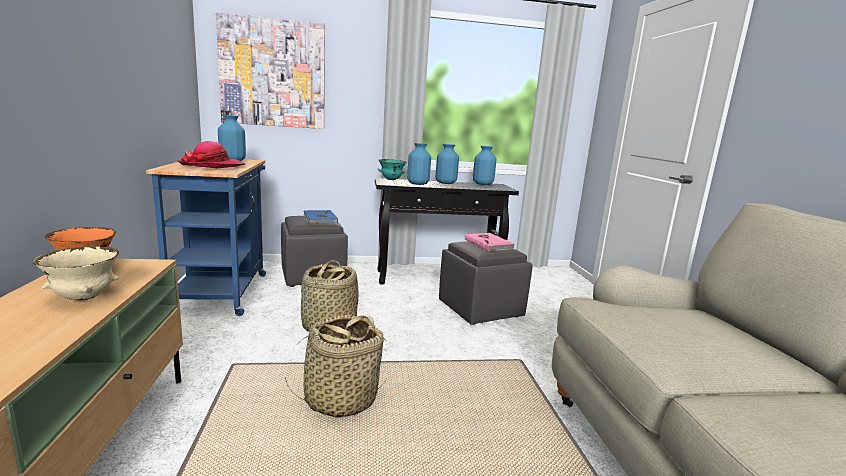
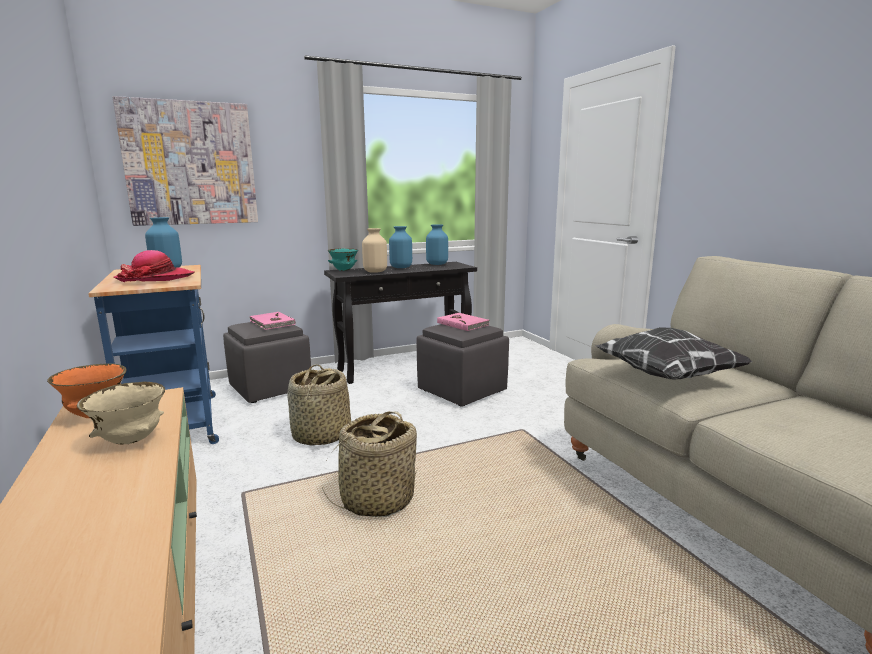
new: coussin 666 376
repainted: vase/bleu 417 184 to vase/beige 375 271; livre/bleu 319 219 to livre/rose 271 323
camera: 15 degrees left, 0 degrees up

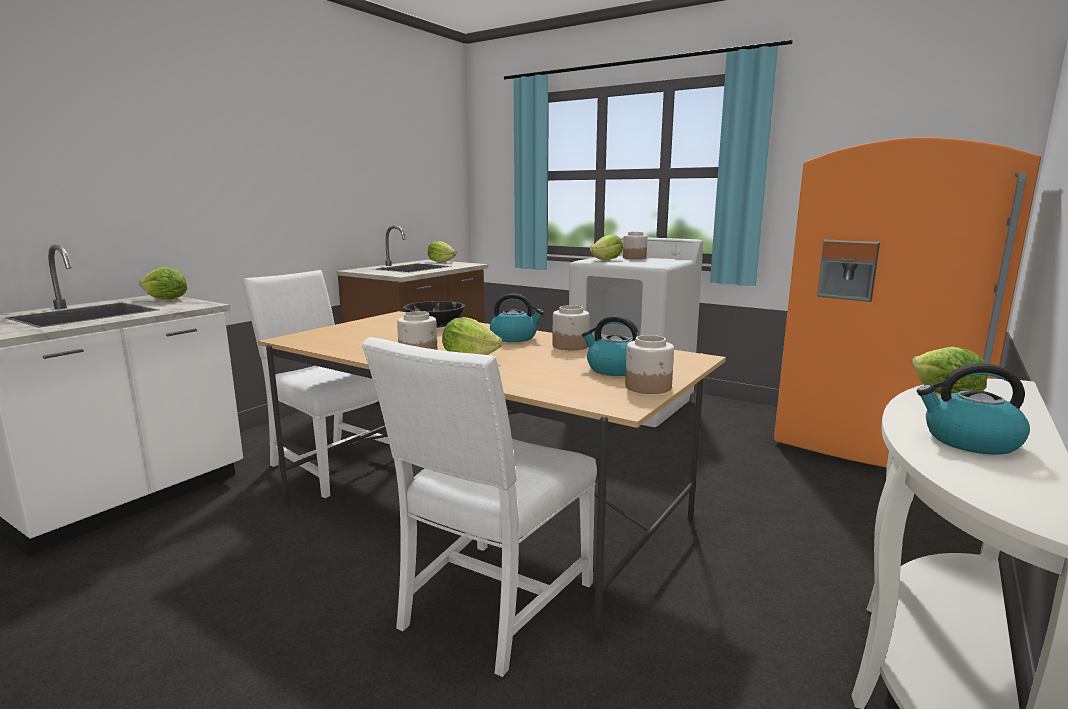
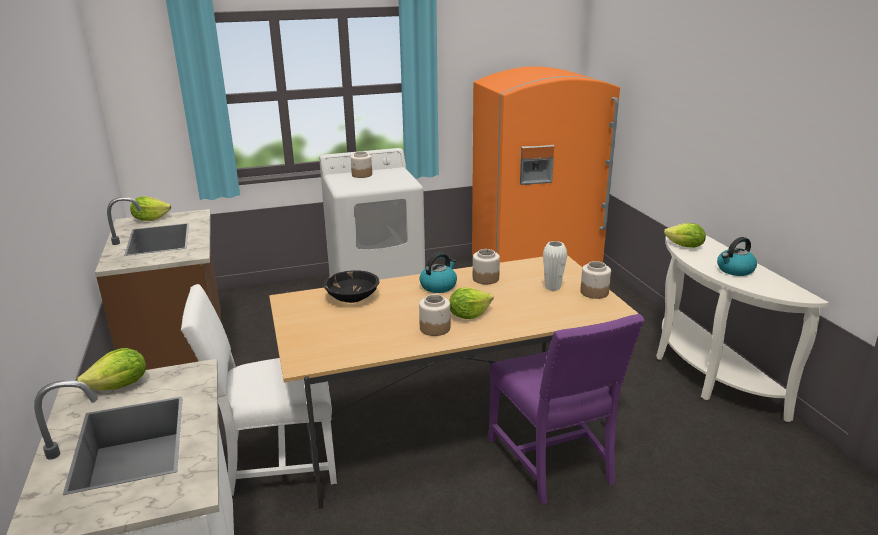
gone: laitue 607 260
swapped: bouilloire 613 369 to vase/blanc 552 287
repainted: chaise/blanc 491 606 to chaise/violet 554 461
camera: 50 degrees left, 10 degrees up

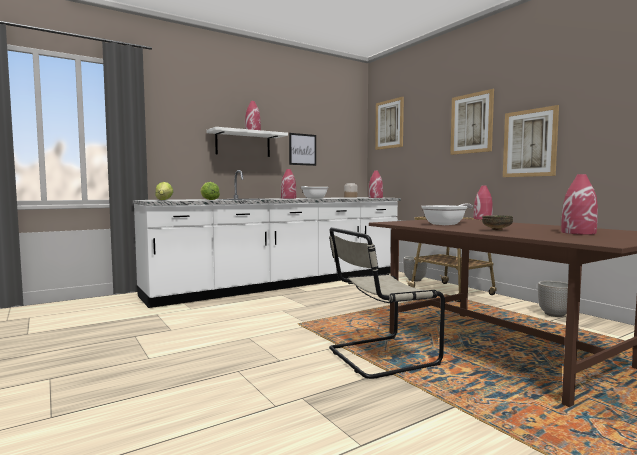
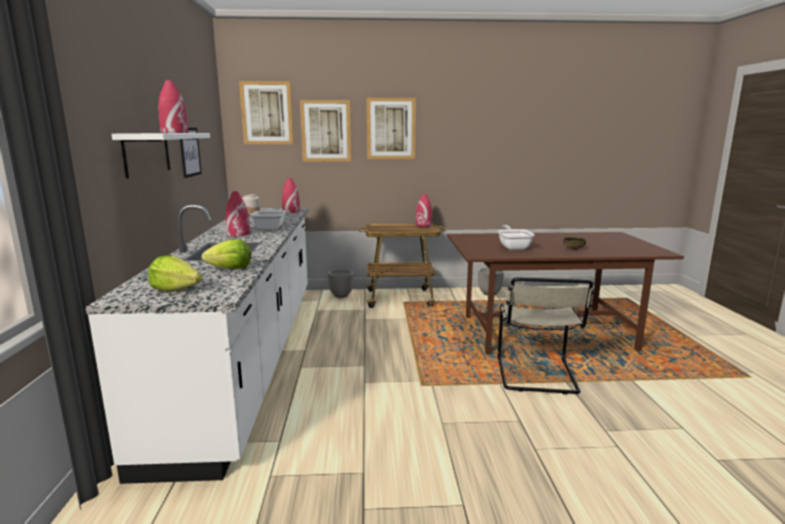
gone: vase/rouge 578 232
shifted: tableau 529 143 to 326 131
camera: 60 degrees left, 10 degrees up

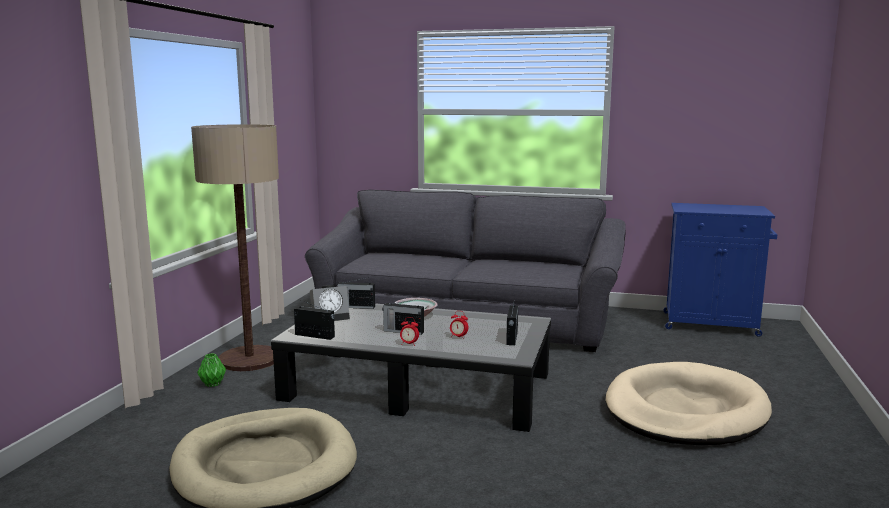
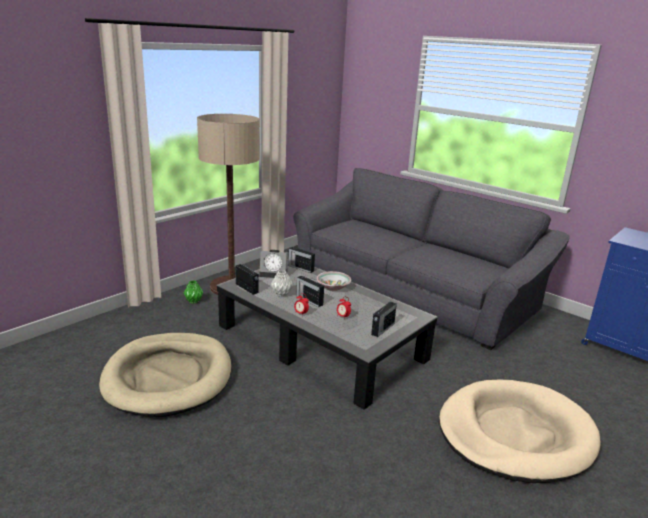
new: vase/gris 281 294
camera: 25 degrees right, 10 degrees up

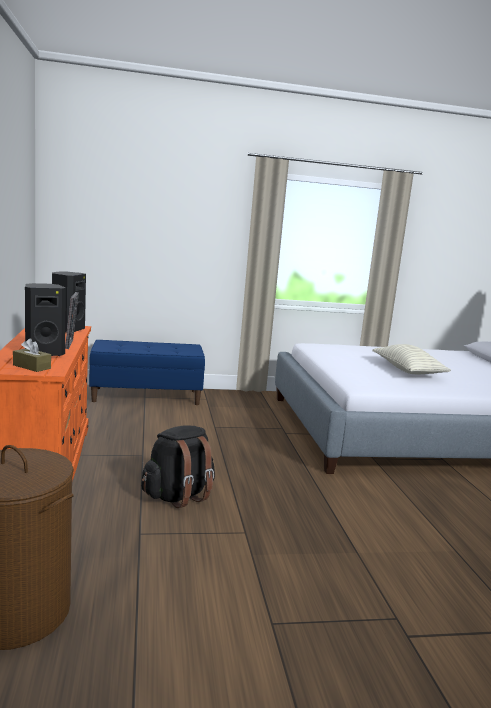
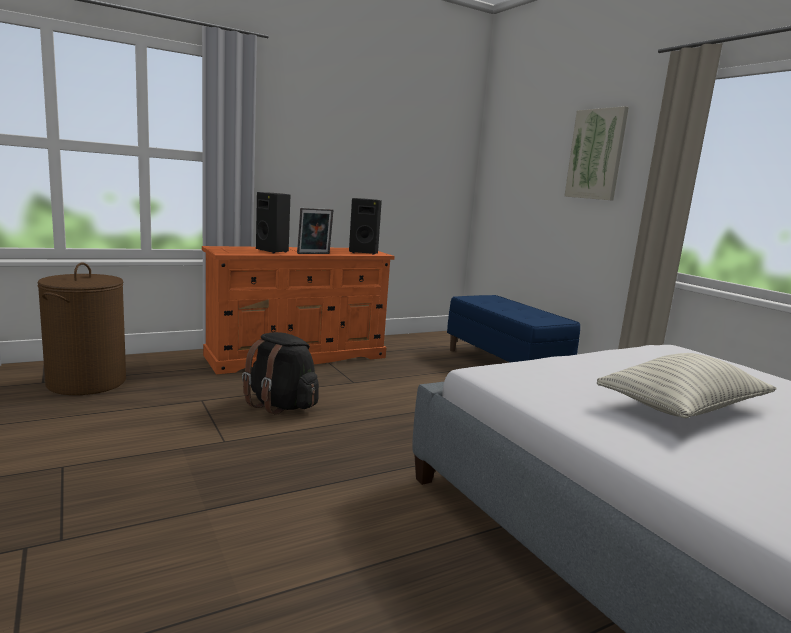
gone: boîte à mouchoirs/marron 32 367
new: tableau 596 154
camera: 70 degrees right, 0 degrees up

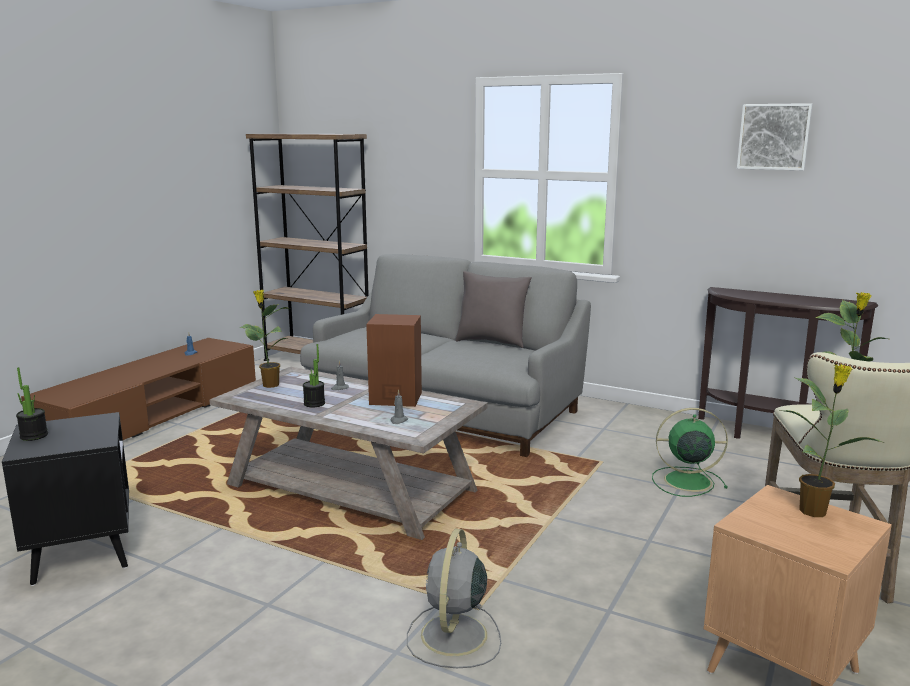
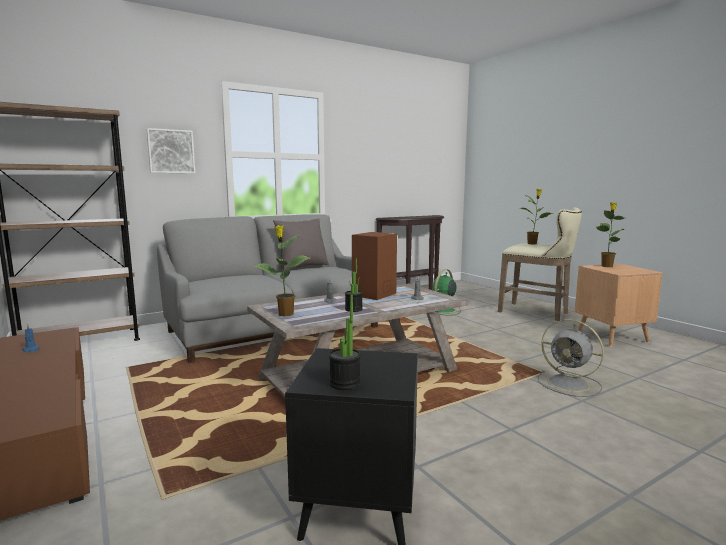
shifted: tableau 774 136 to 171 151
camera: 60 degrees left, 5 degrees down

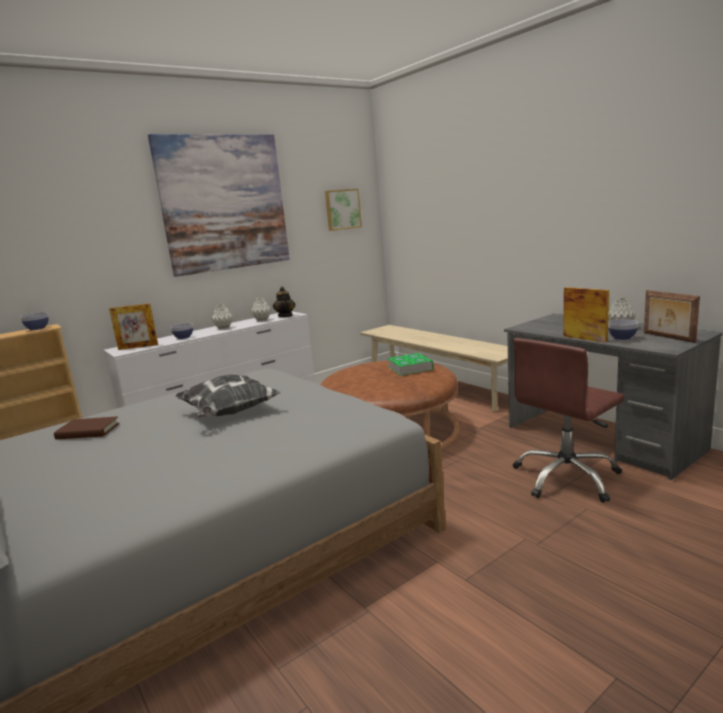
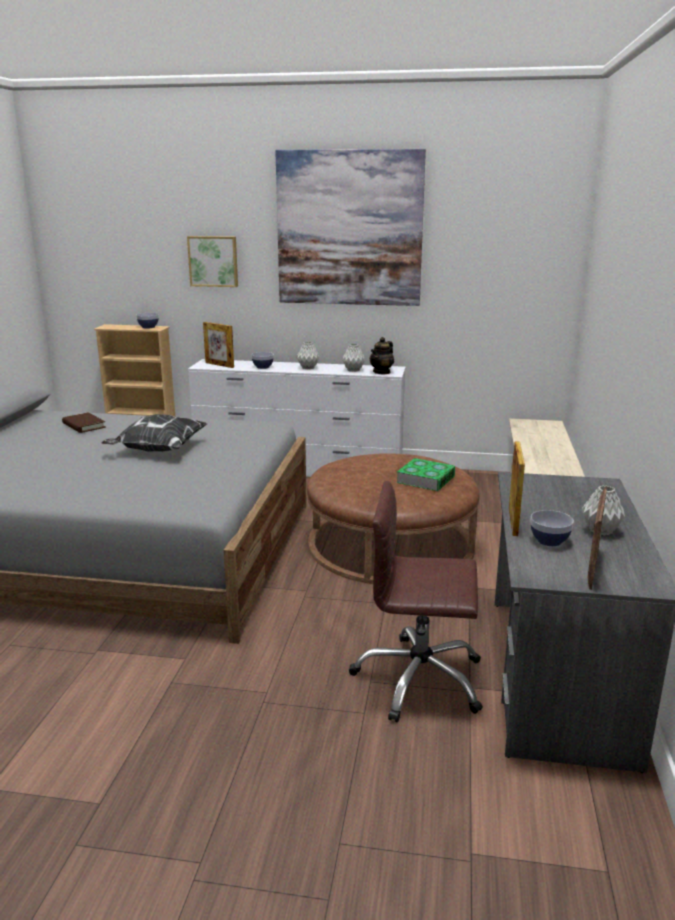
shifted: tableau 342 209 to 213 261
camera: 45 degrees right, 5 degrees up

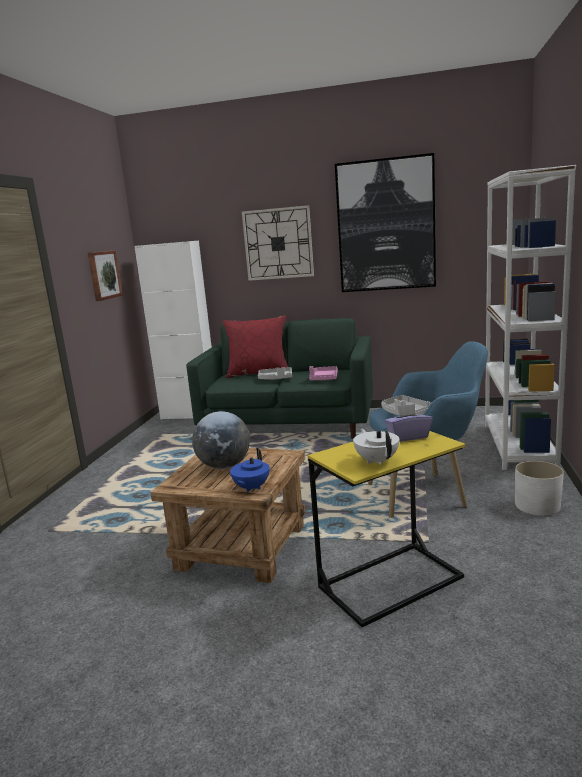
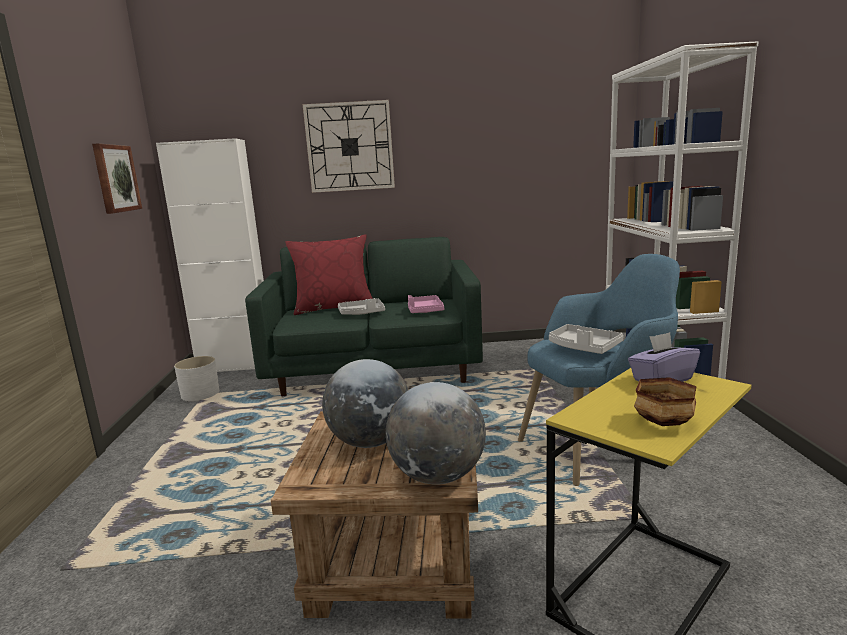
gone: tableau 386 225
shifted: cache-pot/blanc 537 505 to 200 394
swapped: théière/blanc 377 461 to bol 664 421; théière/bleu 251 488 to globe 437 476
camera: 15 degrees left, 0 degrees up

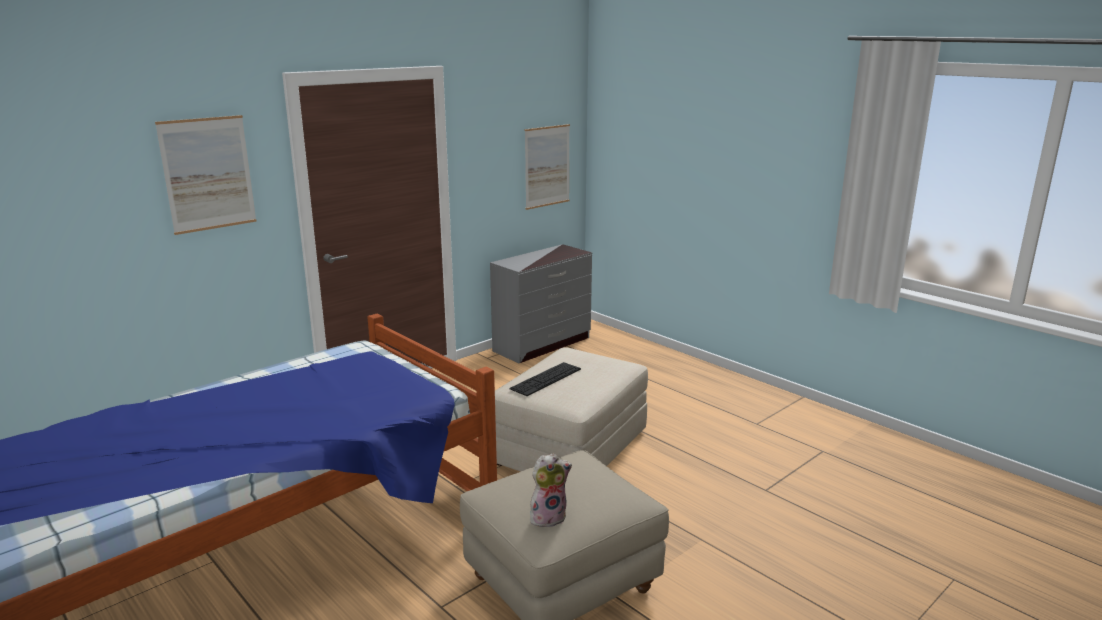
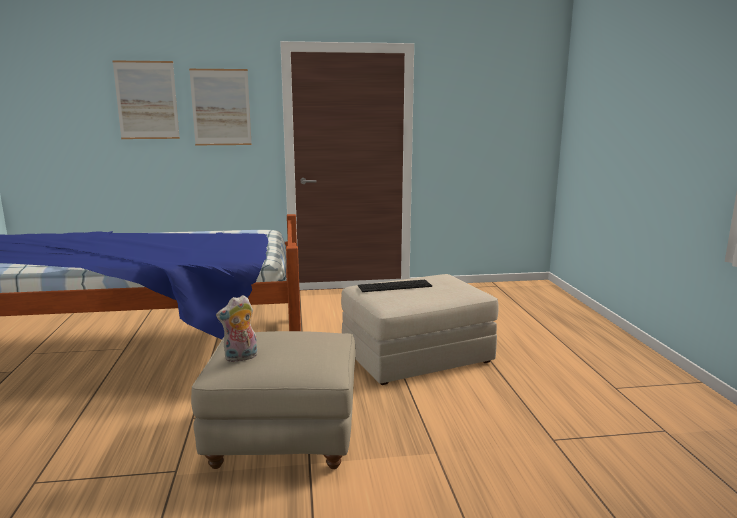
gone: commode/gris 543 344
shifted: tableau 547 166 to 147 100
rotated: peluche 548 517 = 241 358 135 degrees clockwise
camera: 35 degrees right, 5 degrees down

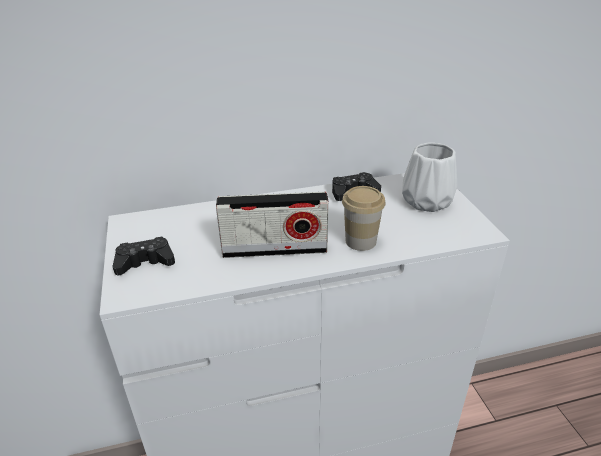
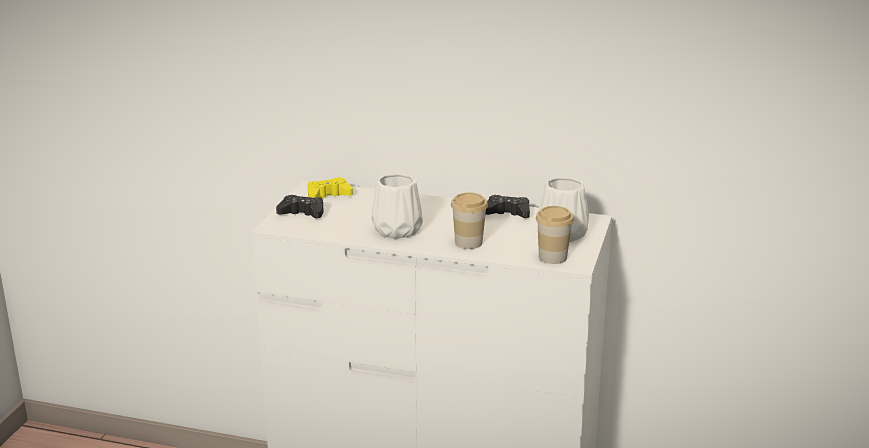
new: manette/jaune 328 195; tasse 552 257
swapped: radio 275 249 to vase/blanc 398 230
camera: 30 degrees right, 10 degrees down

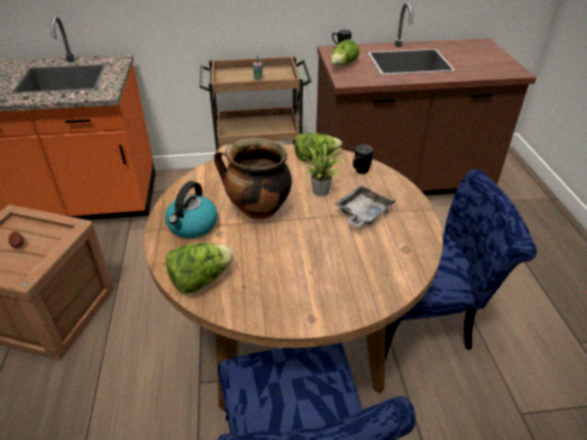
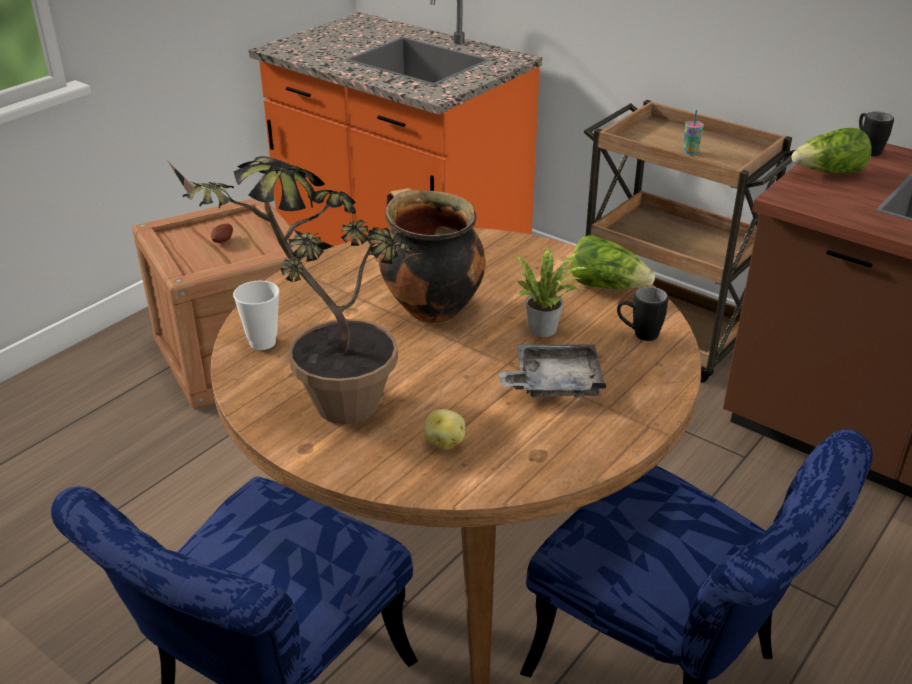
gone: bouilloire 192 226
new: plante en pot 323 404; pomme de terre 444 442
swapped: laitue 200 280 to tasse 262 342
camera: 45 degrees right, 5 degrees down

